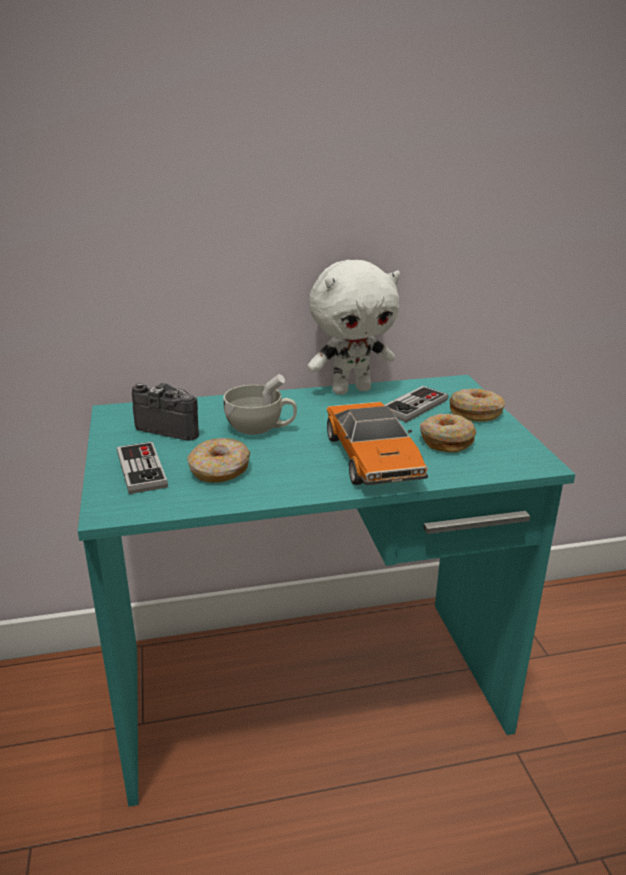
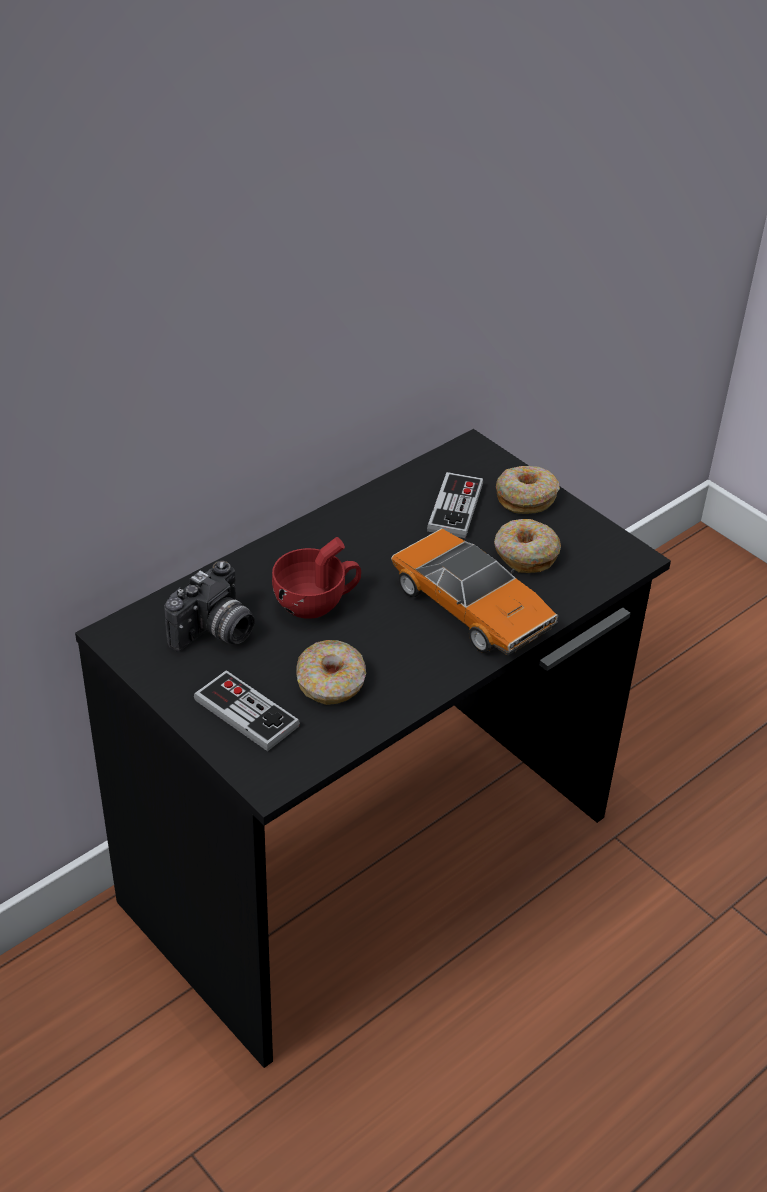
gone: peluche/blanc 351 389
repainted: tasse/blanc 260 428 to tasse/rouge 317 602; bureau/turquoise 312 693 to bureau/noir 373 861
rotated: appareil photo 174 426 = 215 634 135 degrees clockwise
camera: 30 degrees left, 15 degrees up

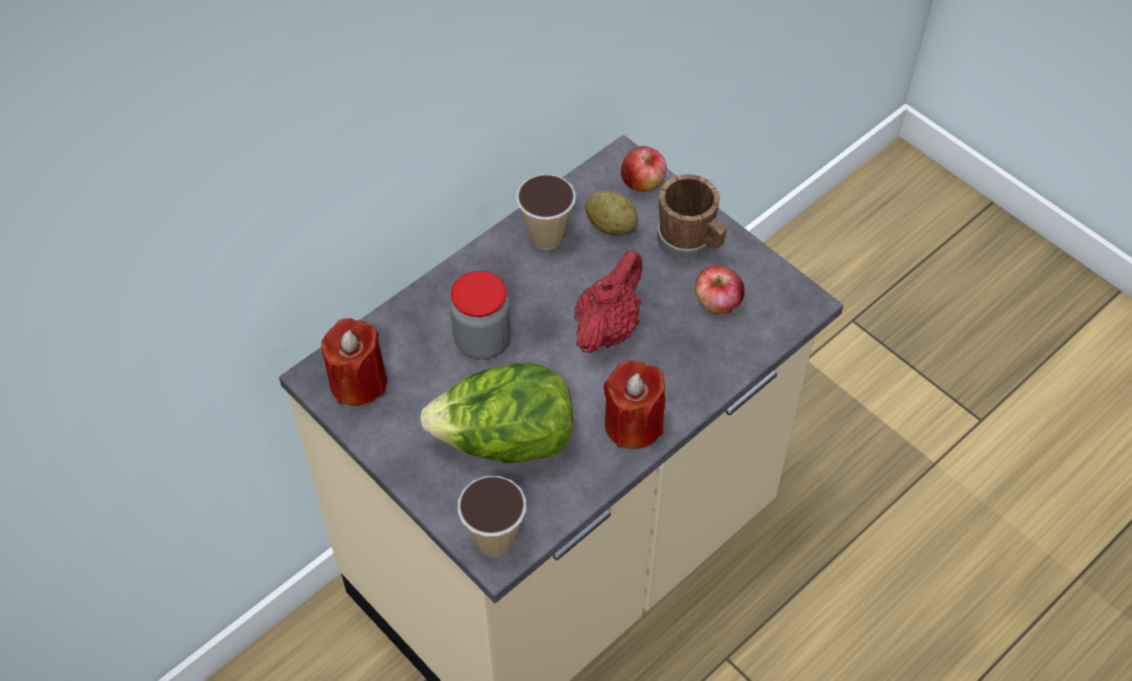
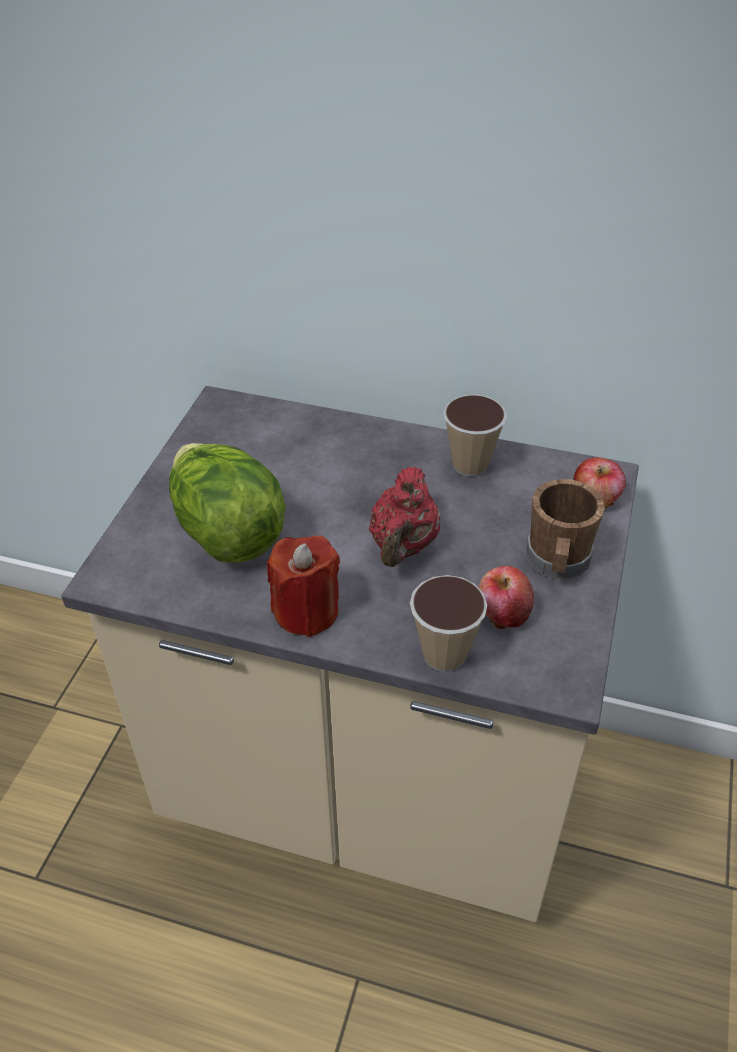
gone: pomme de terre 610 225; bocal 482 341; bougie/rouge 358 382
shifted: tasse 494 540 to 444 654
rotated: théière/rouge 607 328 = 403 546 105 degrees clockwise
camera: 60 degrees right, 10 degrees down

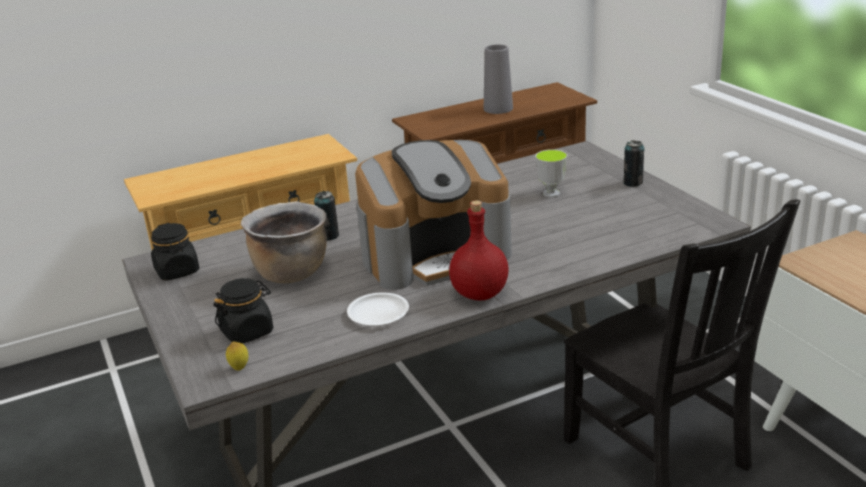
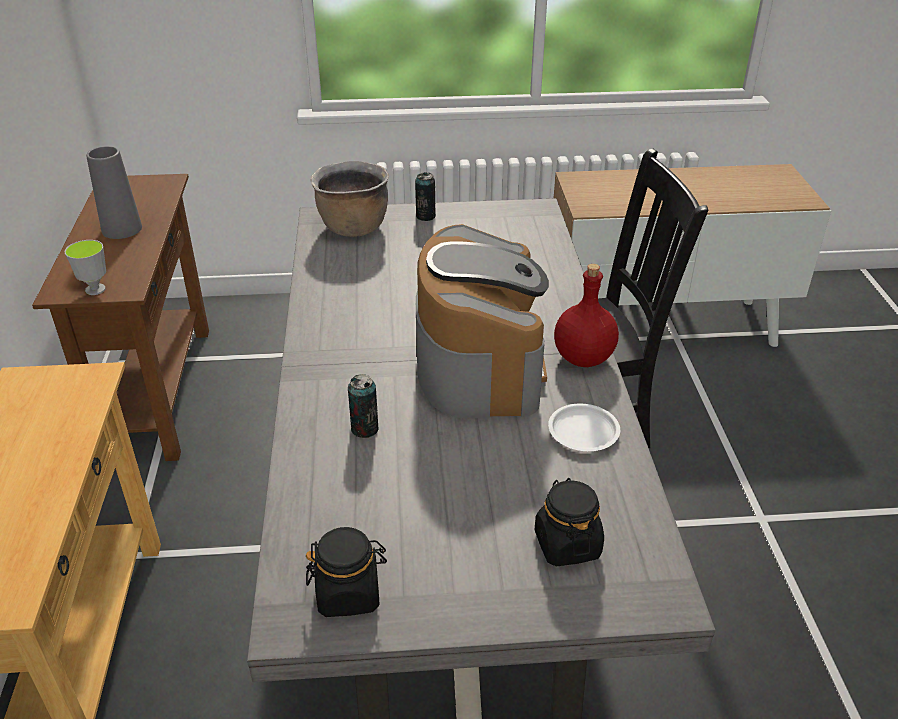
gone: citron 239 368
shifted: tasse 551 193 to 95 289; marmite/marron 291 272 to 353 227
camera: 70 degrees left, 10 degrees up

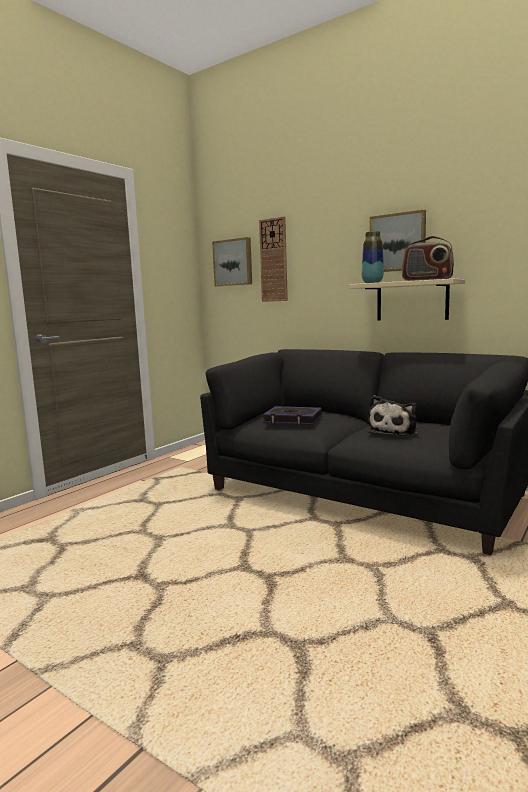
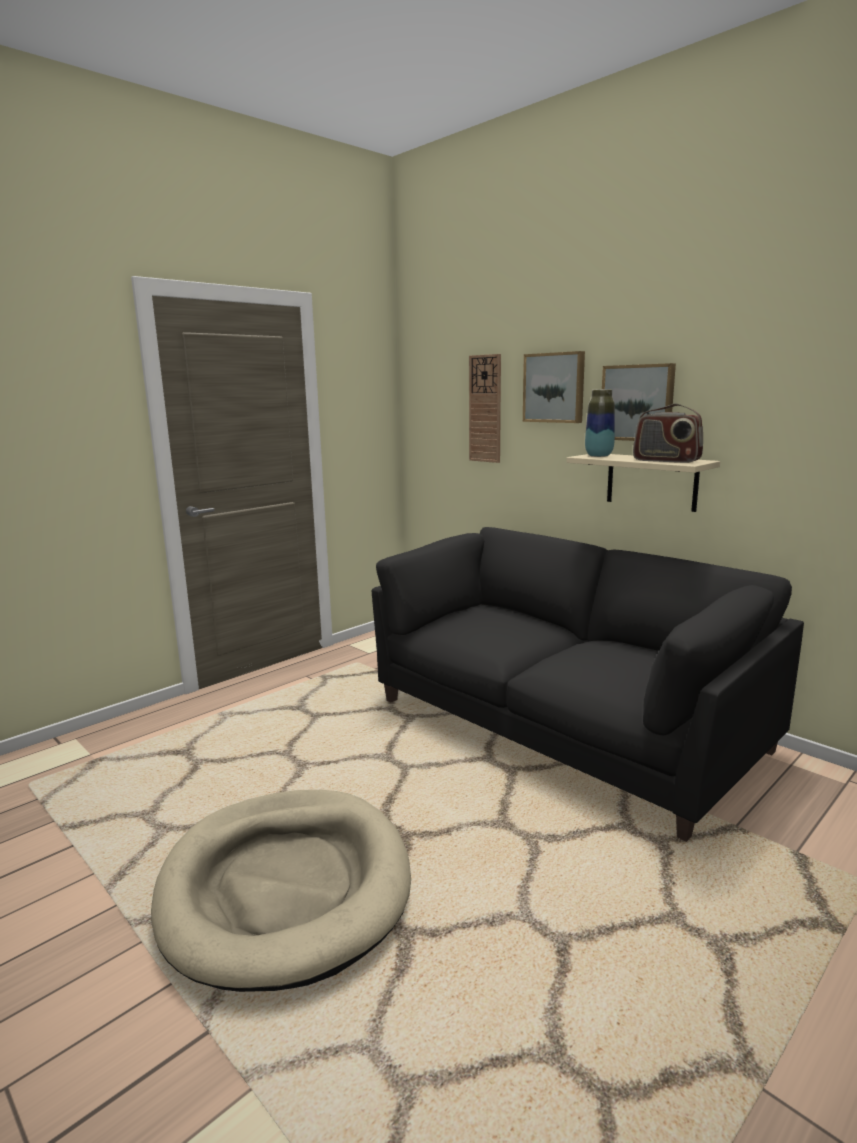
gone: peluche 394 431; livre 293 420
new: panier pour chien/beige 286 887
shifted: tableau 233 262 to 554 387
camera: 10 degrees right, 5 degrees up

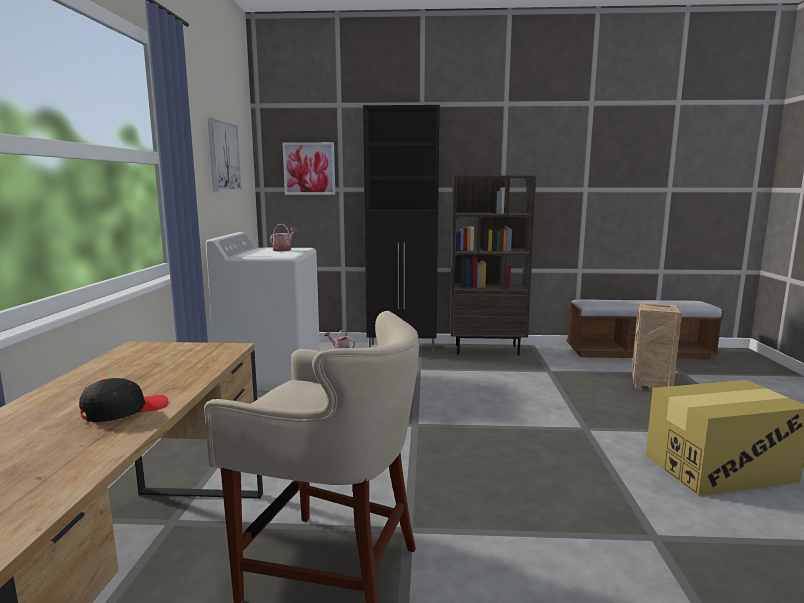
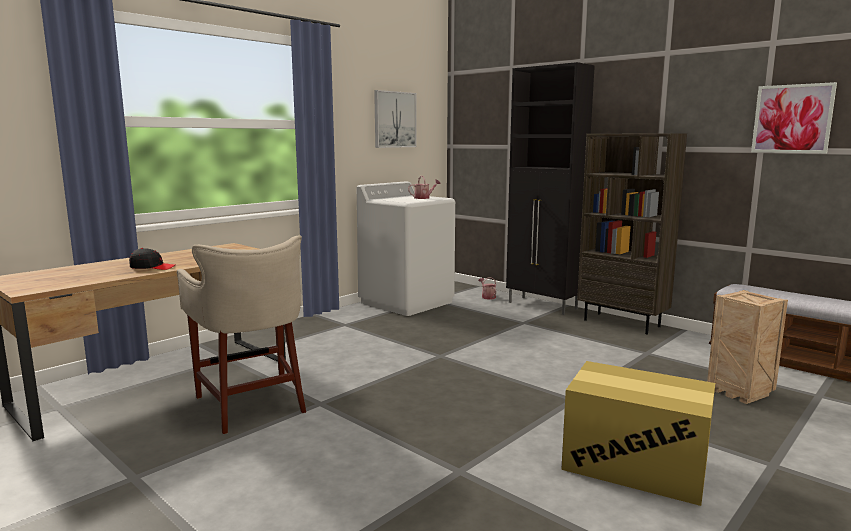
shifted: tableau 309 168 to 792 119
camera: 40 degrees right, 0 degrees up

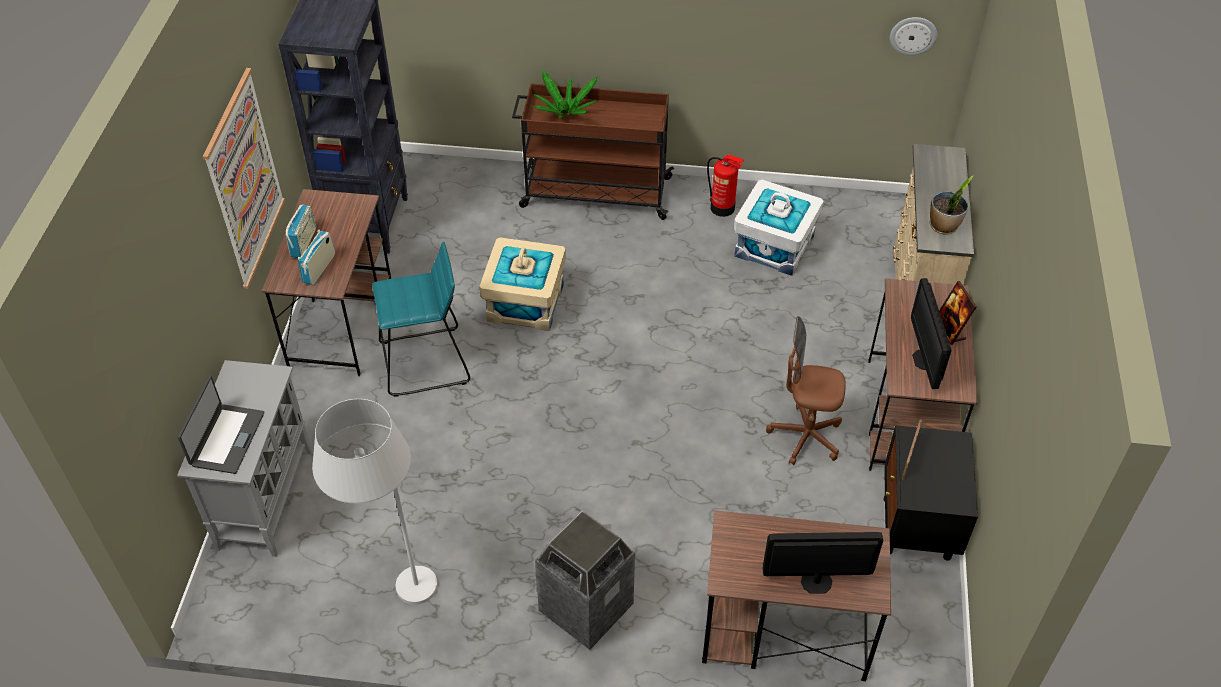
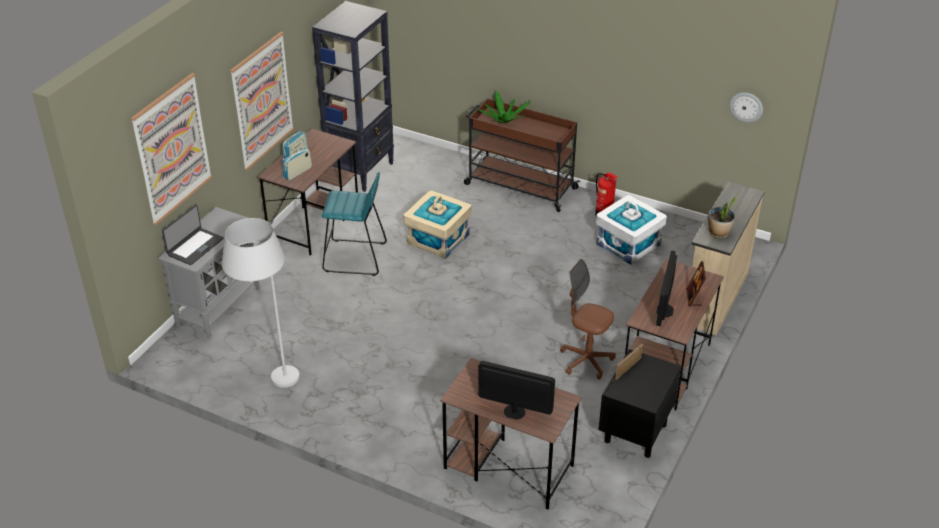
gone: poubelle 585 608
new: tableau 172 149
camera: 20 degrees right, 10 degrees down

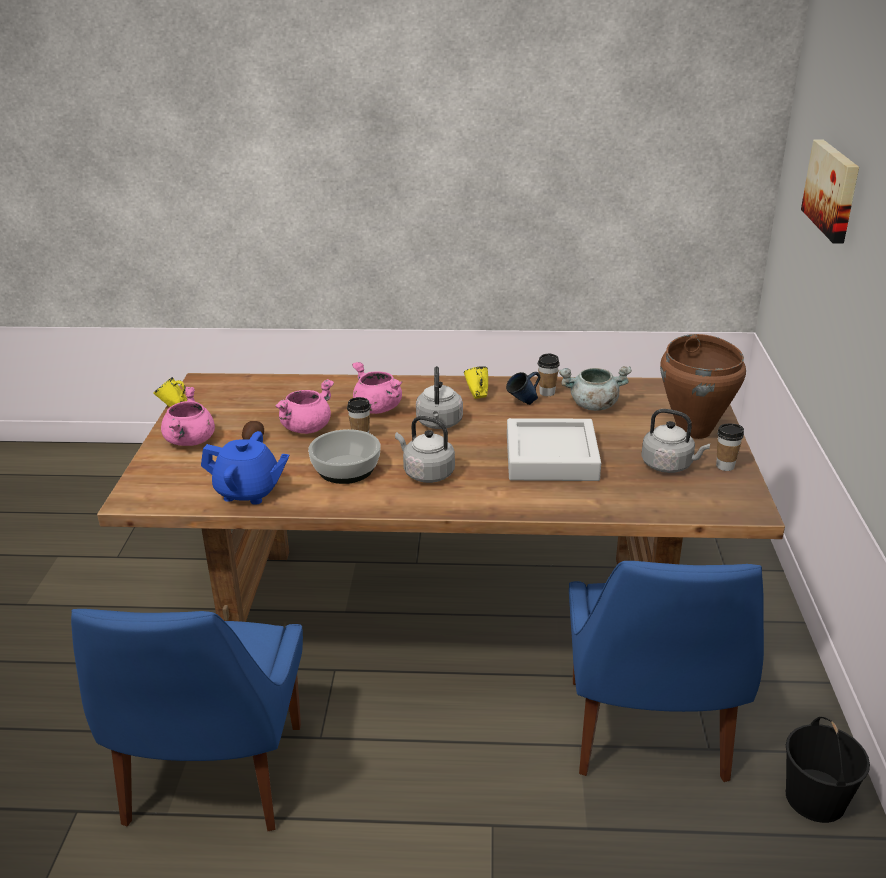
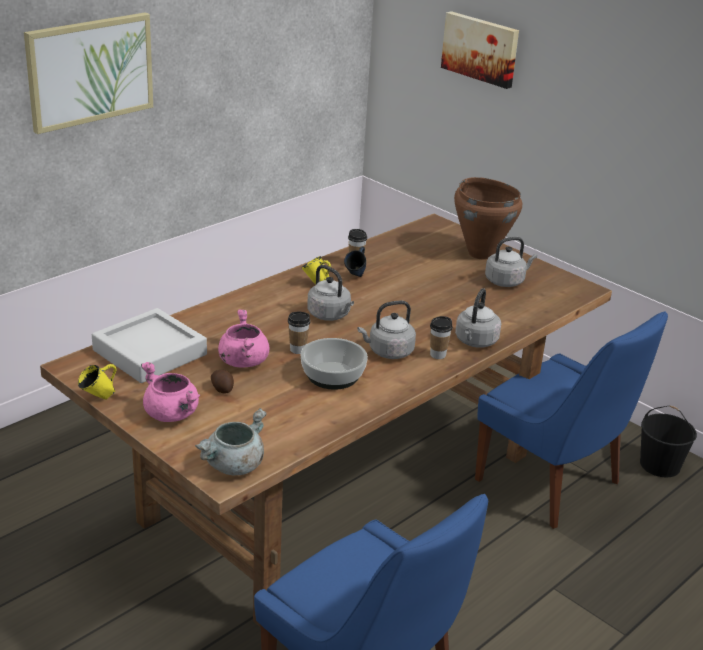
gone: marmite/rose 376 408; théière/bleu 248 492
new: tableau 90 71; bouilloire/gris 475 342
shifted: marmite/gris 593 405 to 234 466; plateau/gris 551 458 to 150 352; tasse 725 466 to 438 355
camera: 50 degrees left, 0 degrees up

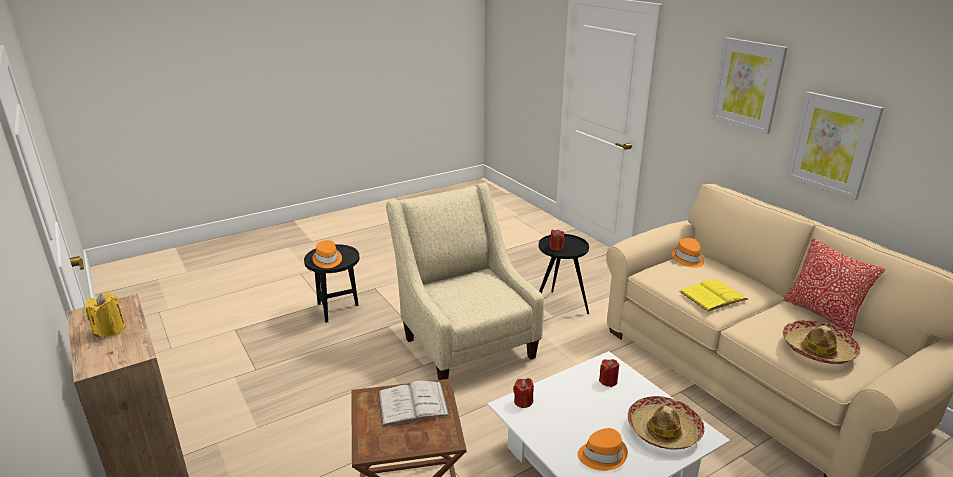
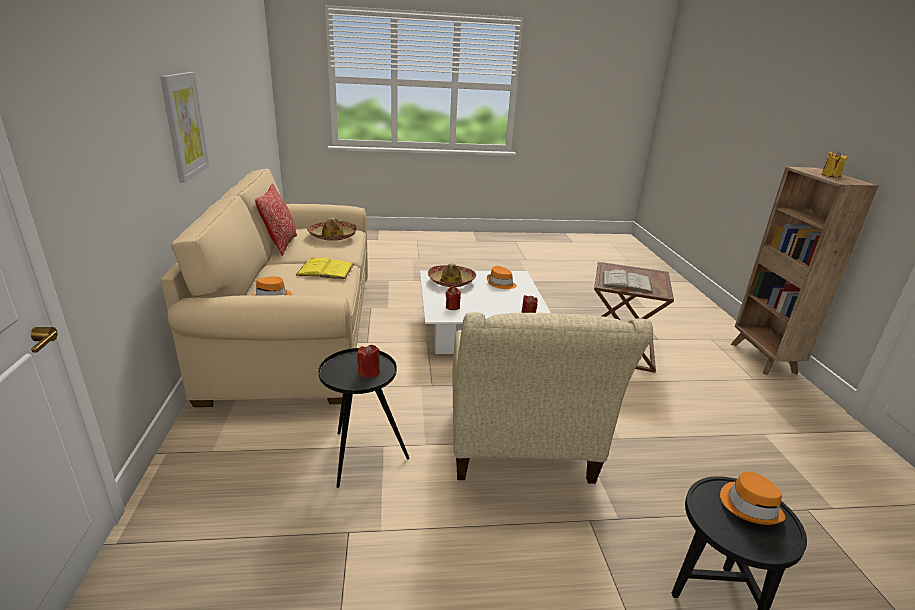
gone: tableau 748 85
camera: 155 degrees left, 0 degrees up

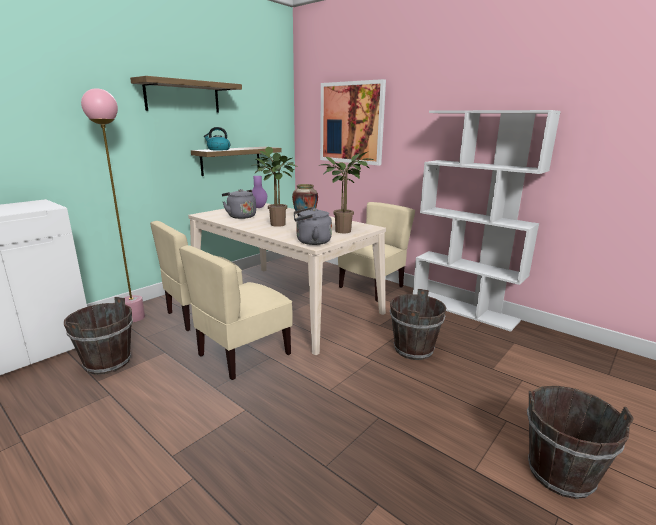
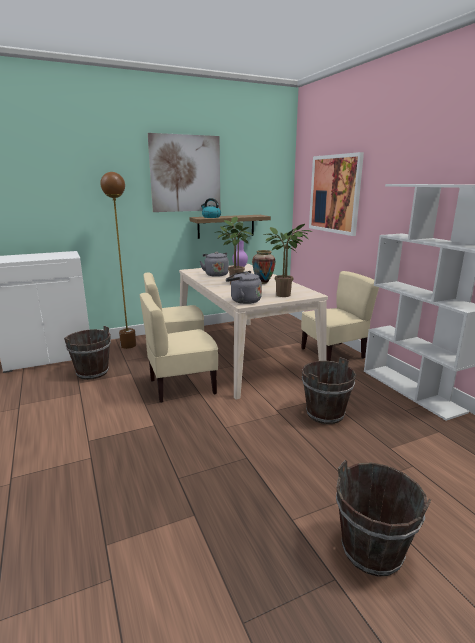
swapped: étagère 183 96 to tableau 185 174
repainted: lampadaire/rose 134 318 to lampadaire/marron 128 345
camera: 25 degrees right, 0 degrees up

